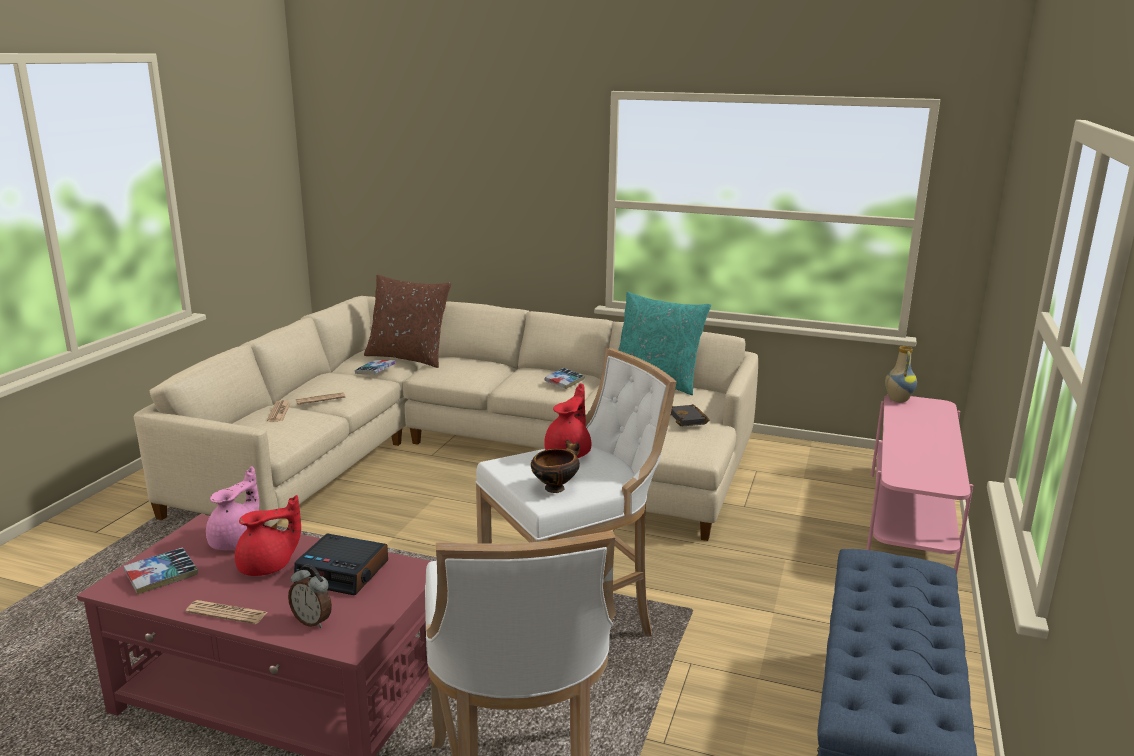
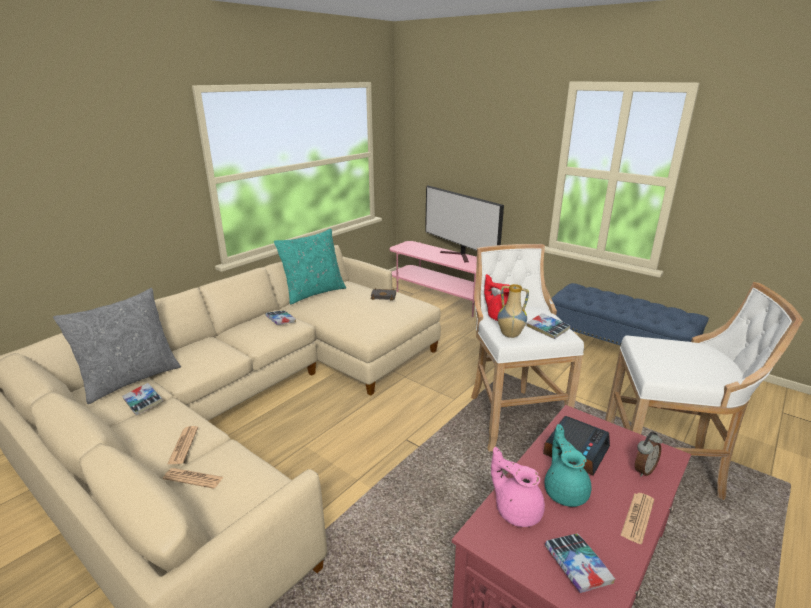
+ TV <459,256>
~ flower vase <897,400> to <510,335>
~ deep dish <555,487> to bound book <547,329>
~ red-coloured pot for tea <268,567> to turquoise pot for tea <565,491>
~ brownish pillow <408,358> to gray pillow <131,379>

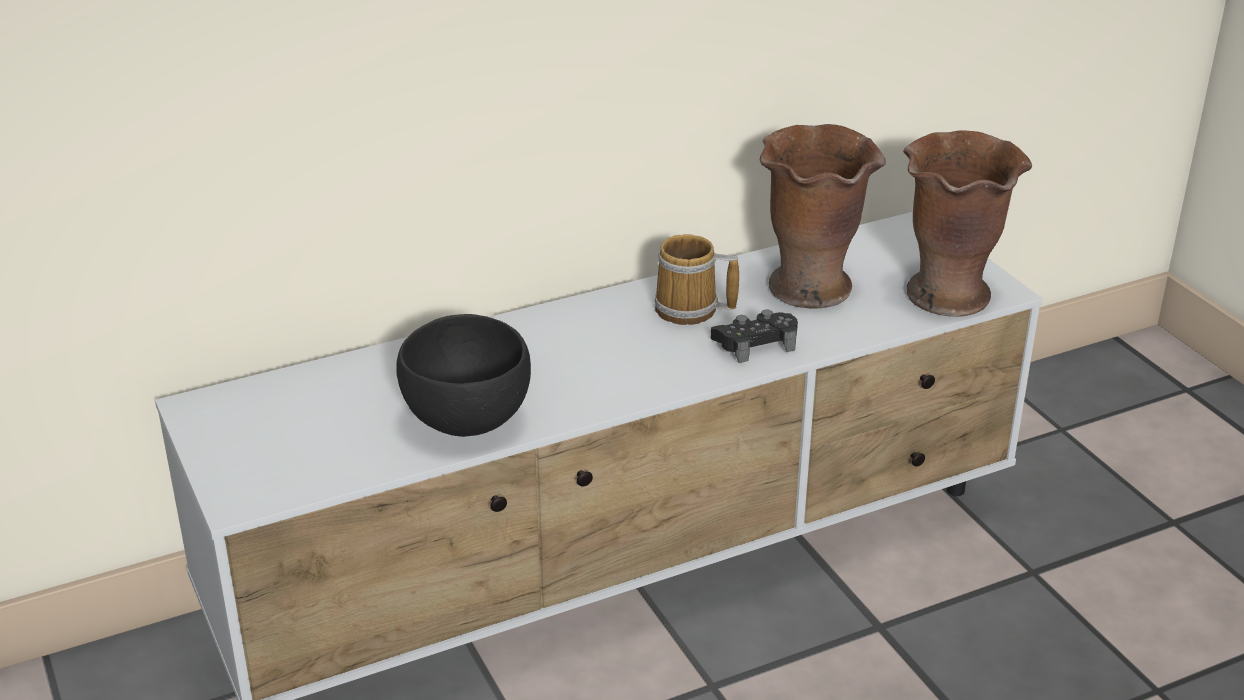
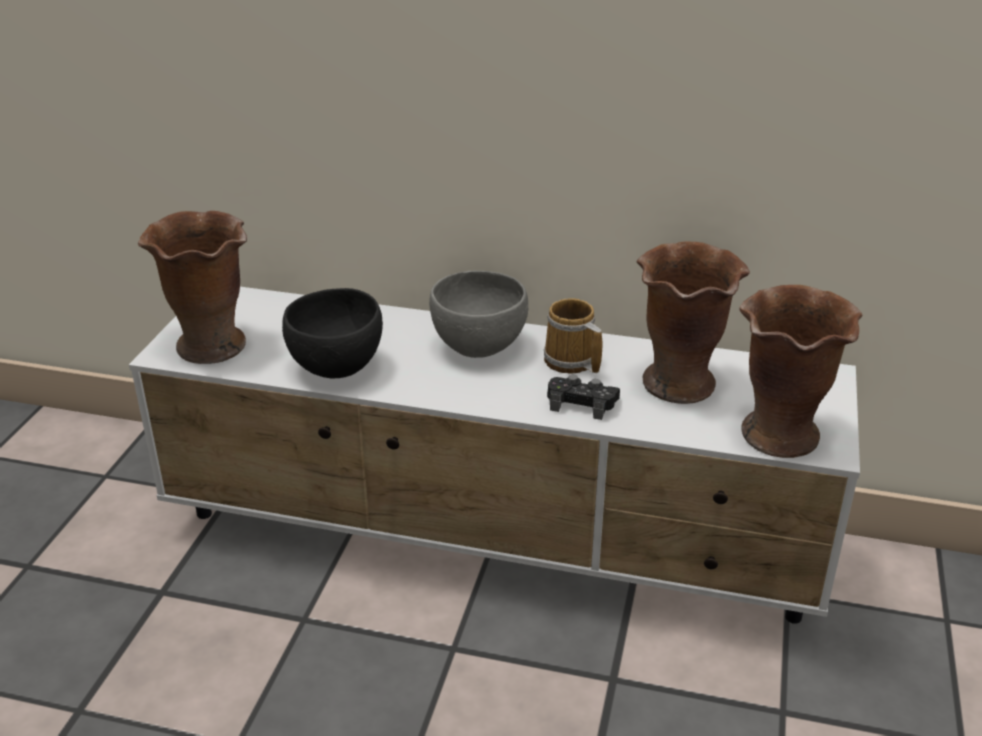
+ brownish flower vase <212,345>
+ gray deep dish <478,347>

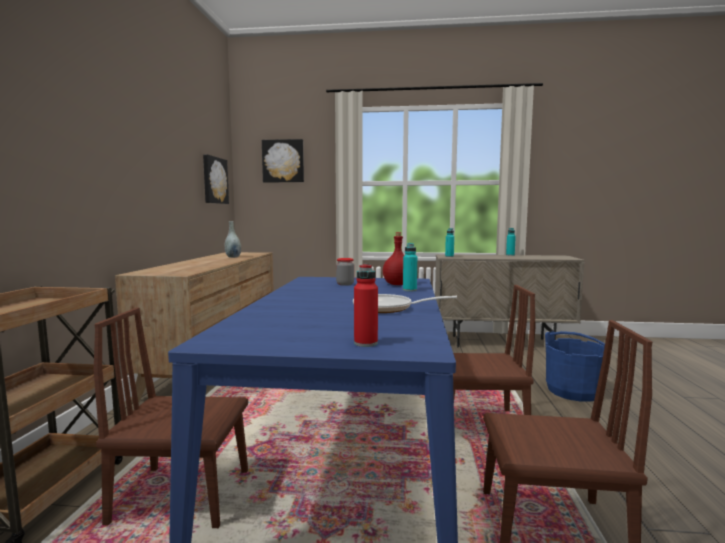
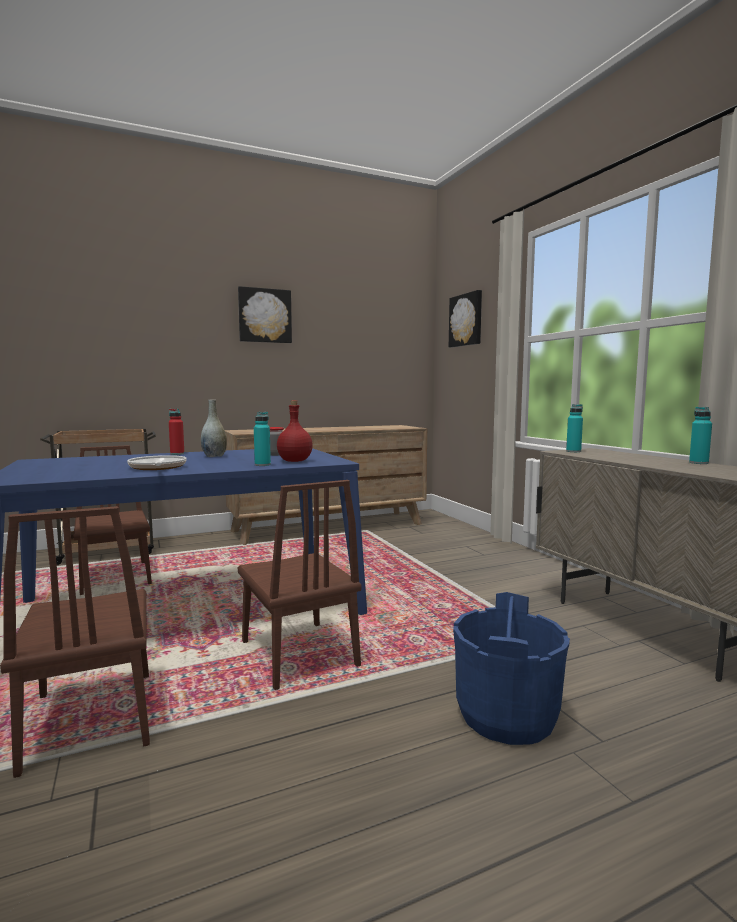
~ picture <214,180> to <264,316>
~ gray flower vase <233,257> to <214,456>
~ red-coloured beverage bottle <365,343> to <177,454>

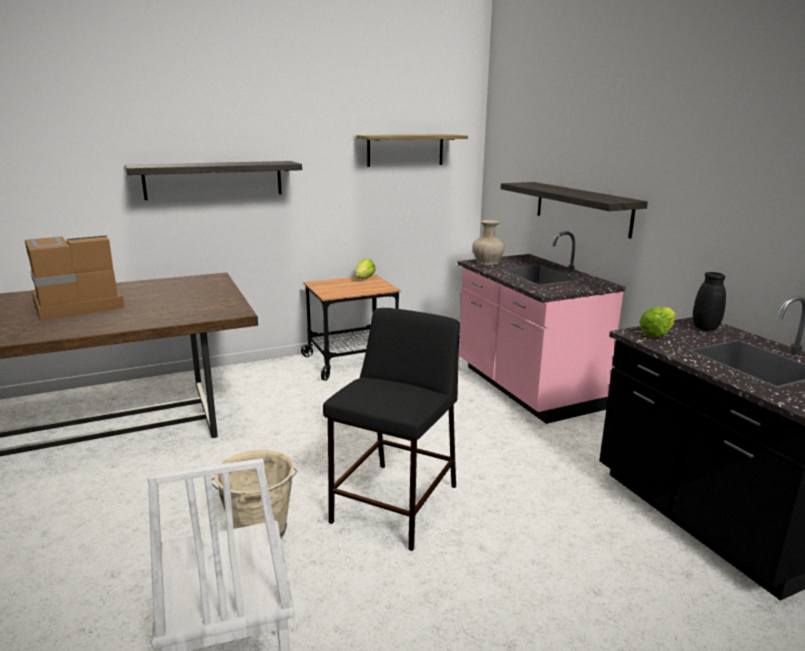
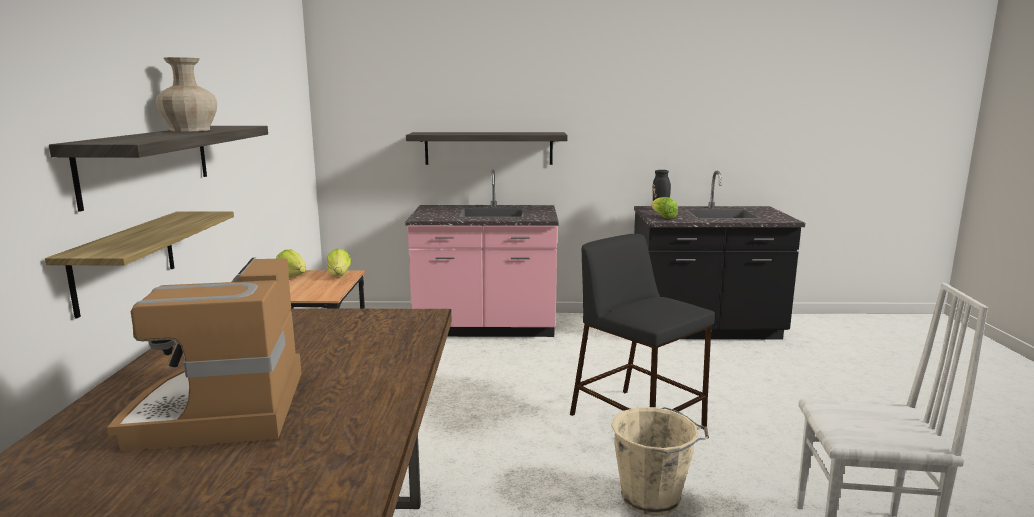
+ lettuce <339,275>
~ bracket shelf <405,150> to <125,260>
~ beige flower vase <487,262> to <189,130>

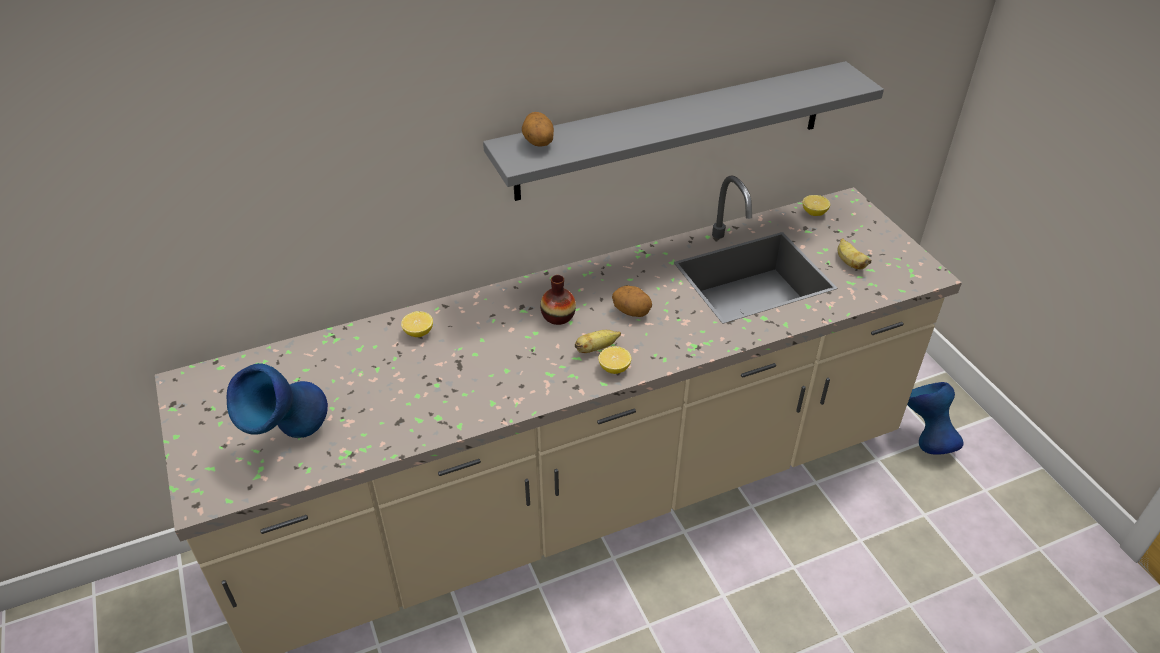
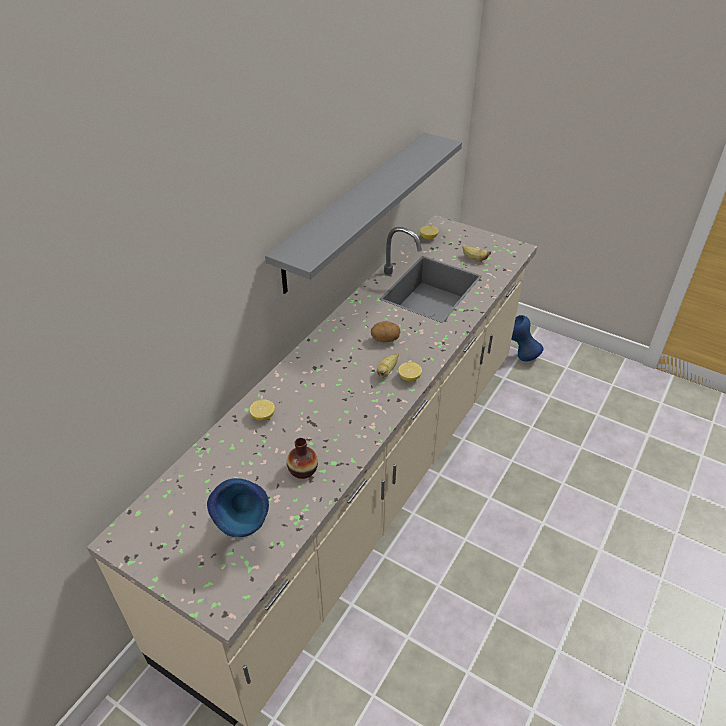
- whole potato <538,143>
~ flower vase <558,316> to <303,470>

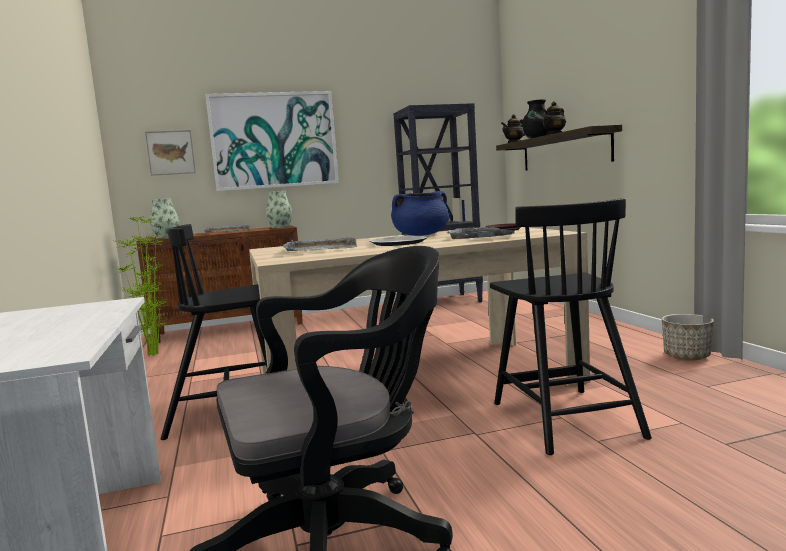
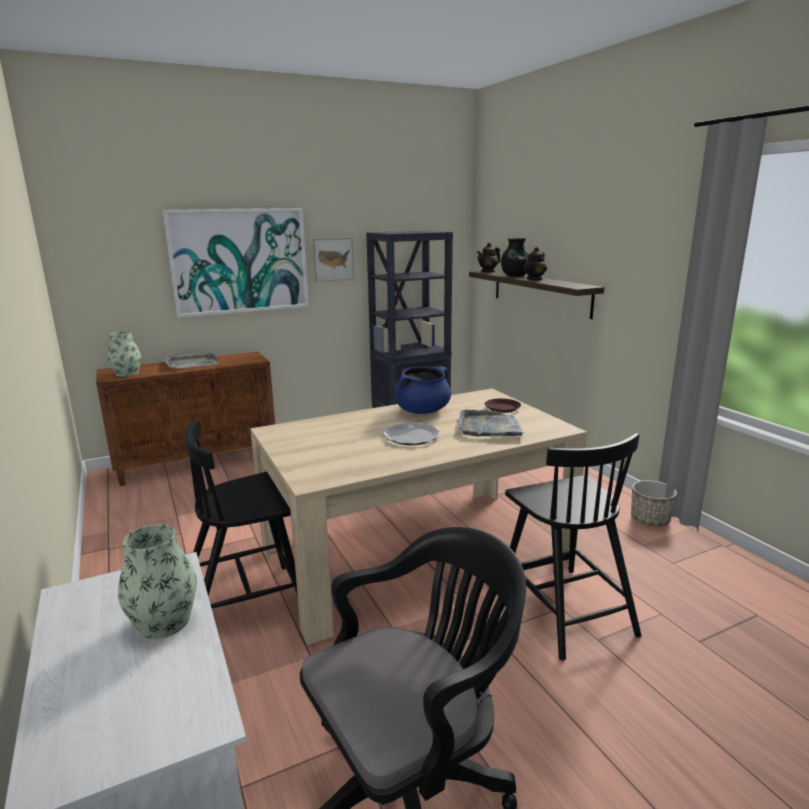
- plant in a pot <155,354>
- gray carrying tray <320,249>
~ picture <171,152> to <333,259>
~ flower vase <280,227> to <164,621>

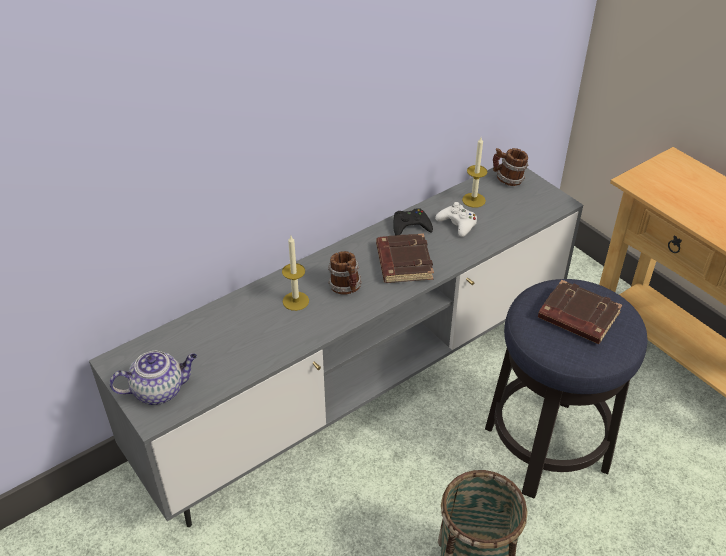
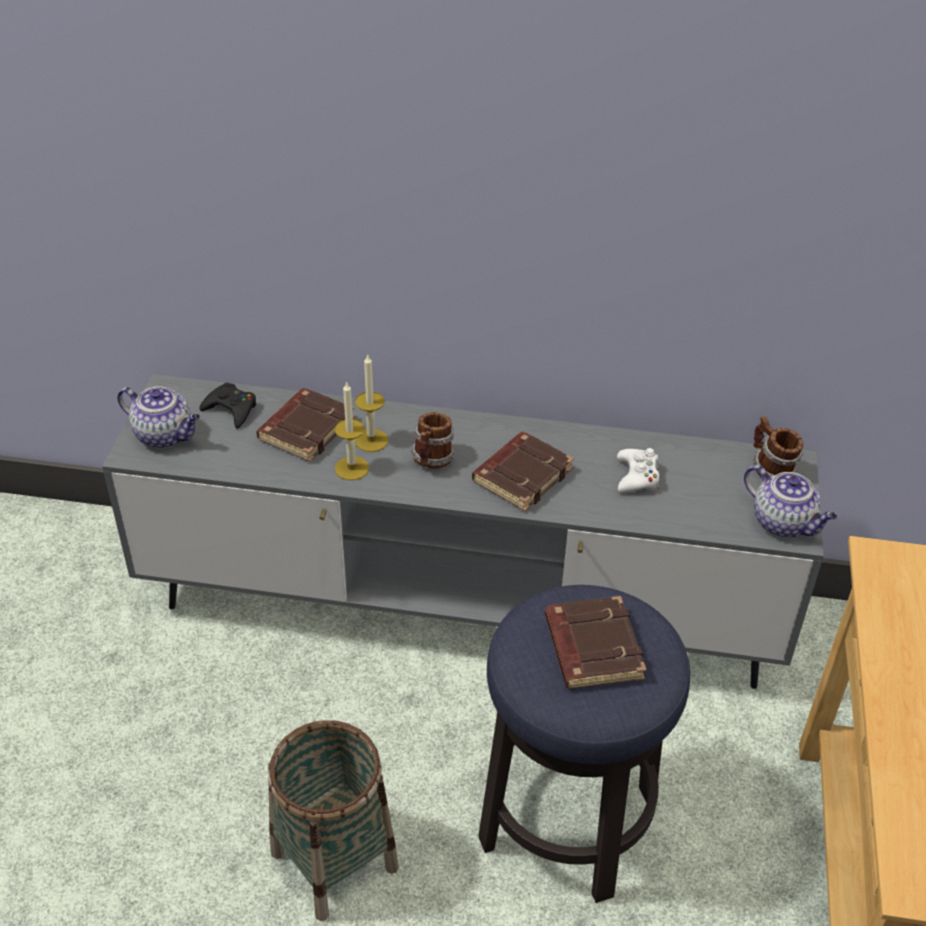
+ brownish bound book <306,429>
+ pot for tea <784,523>
~ black-coloured gamepad <410,226> to <231,409>
~ wax candle <473,200> to <352,468>

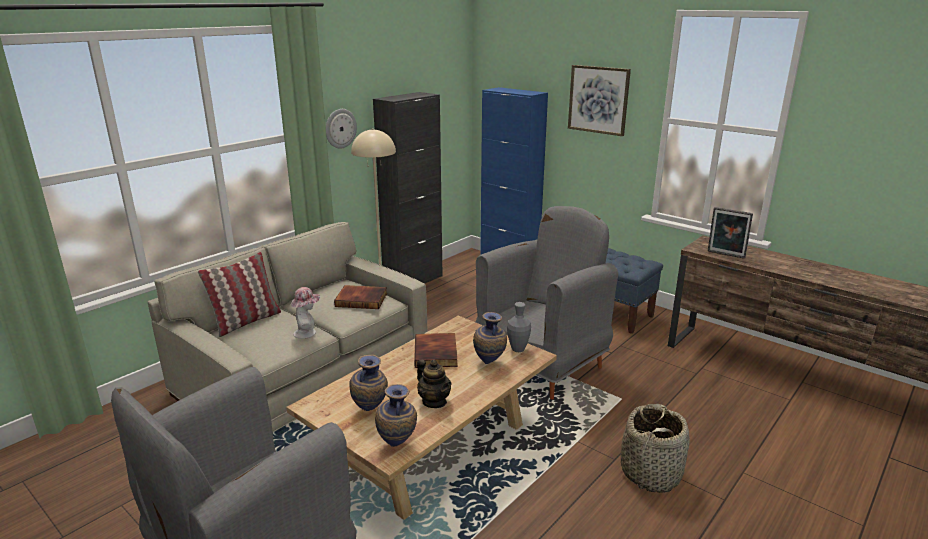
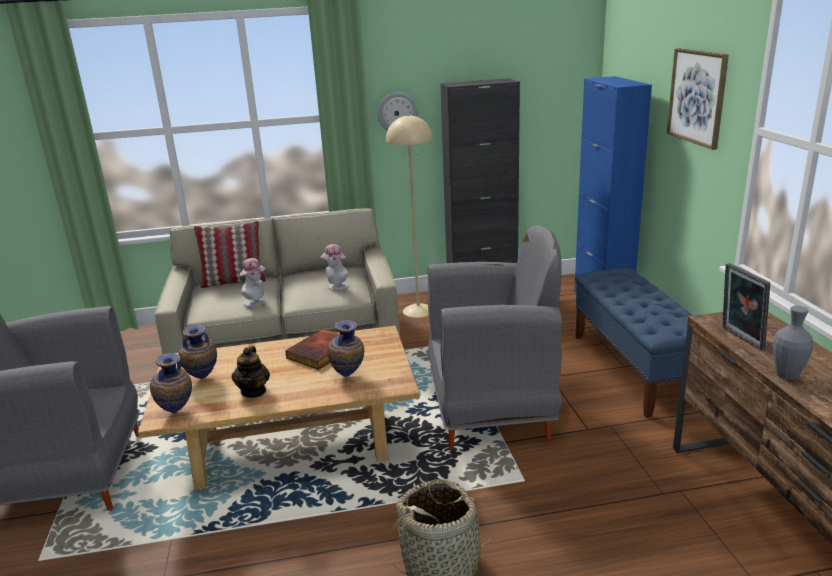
~ gray flower vase <518,349> to <786,376>
~ bound book <362,299> to hat <336,287>

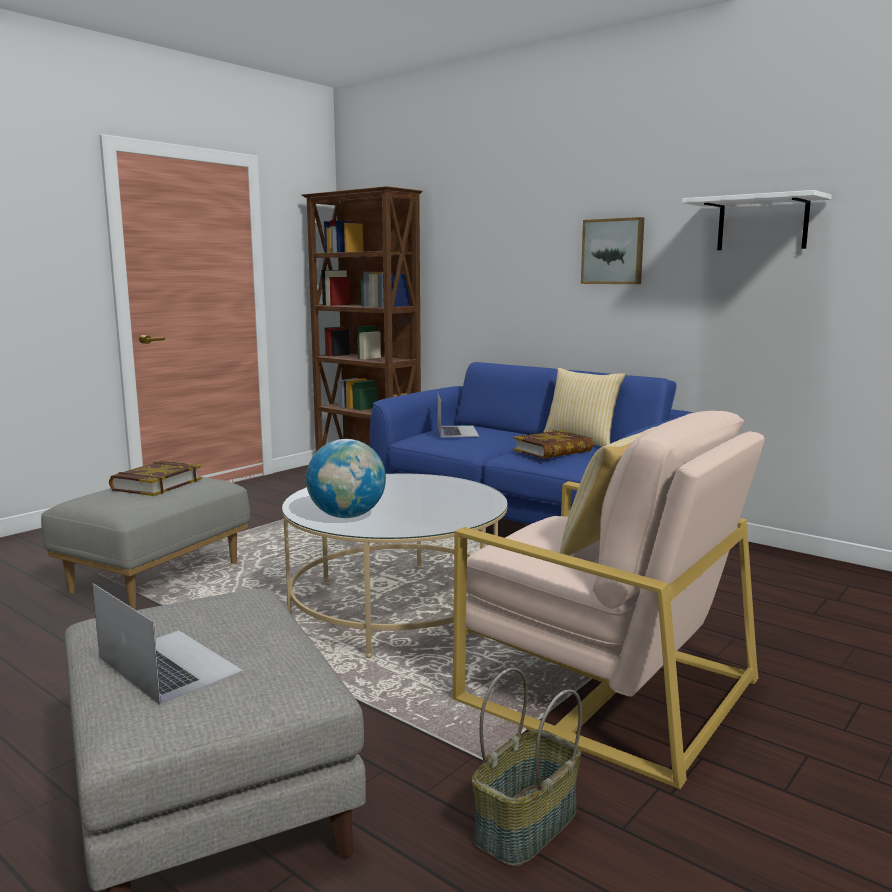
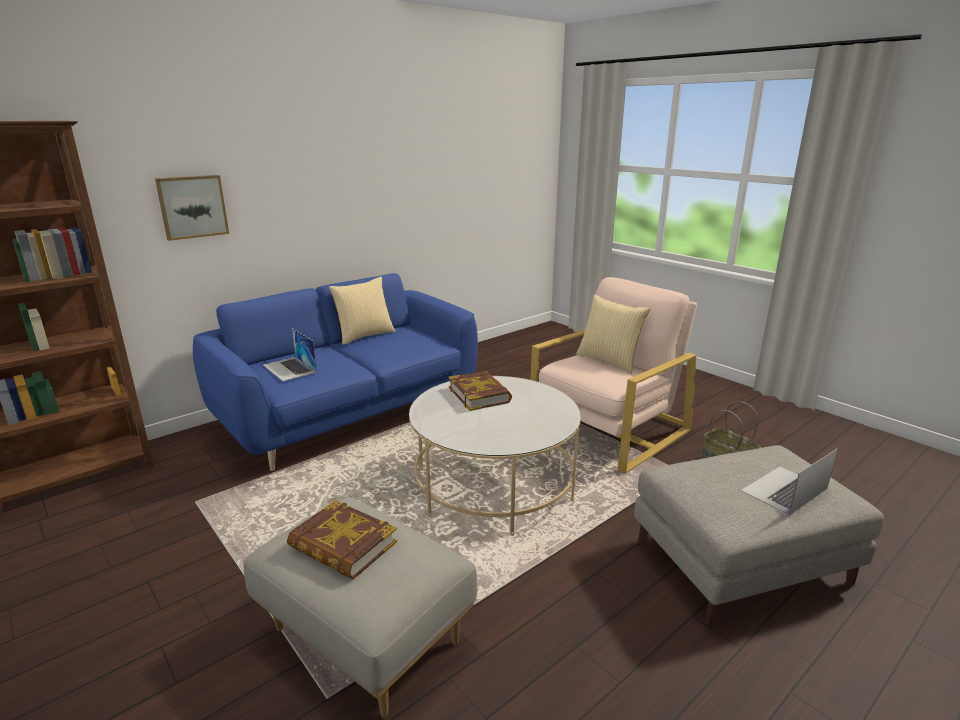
- desk globe <347,516>
- white bracket shelf <762,224>
~ bound book <553,451> to <479,395>
~ picture <613,251> to <192,207>
~ notebook computer <457,431> = <290,368> 135 degrees counterclockwise

